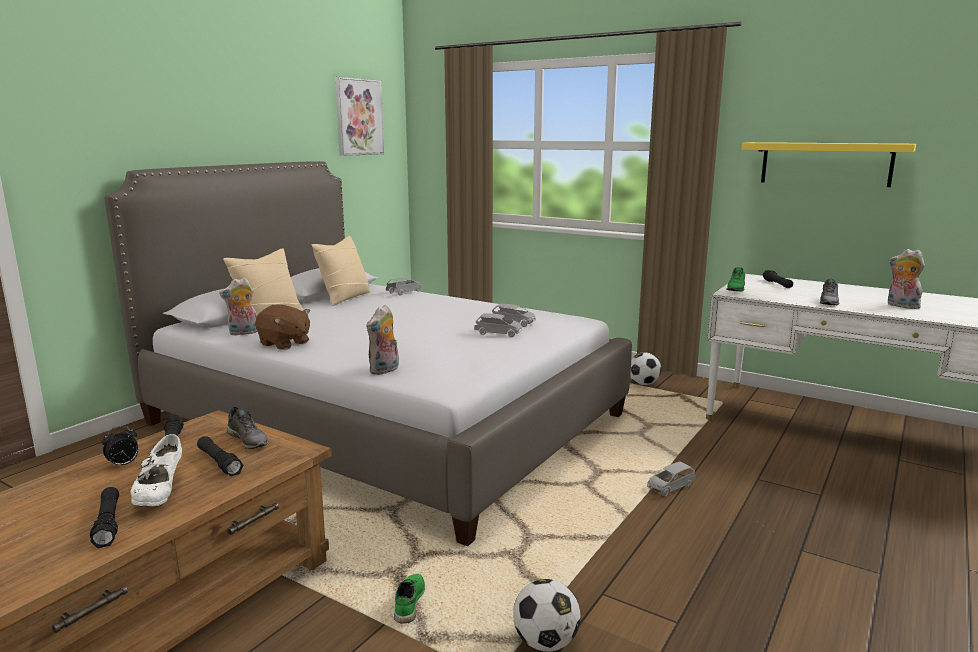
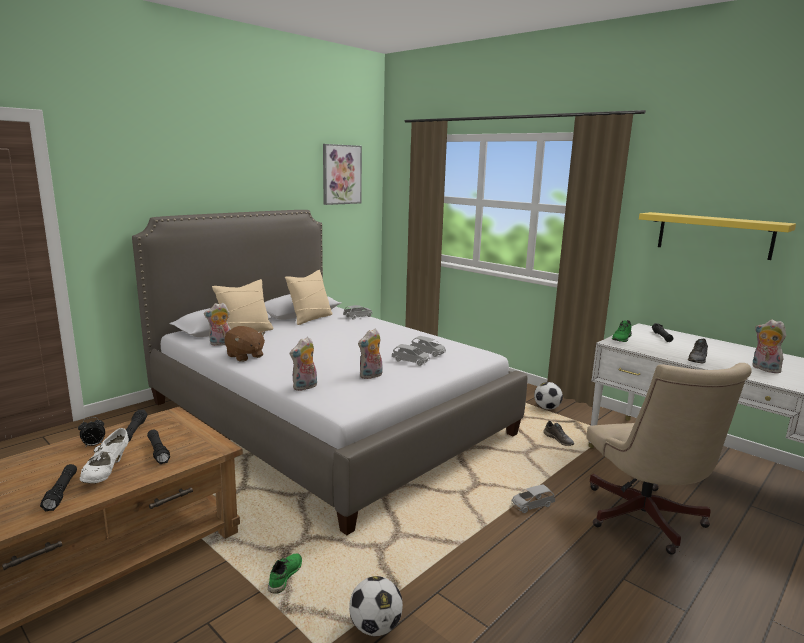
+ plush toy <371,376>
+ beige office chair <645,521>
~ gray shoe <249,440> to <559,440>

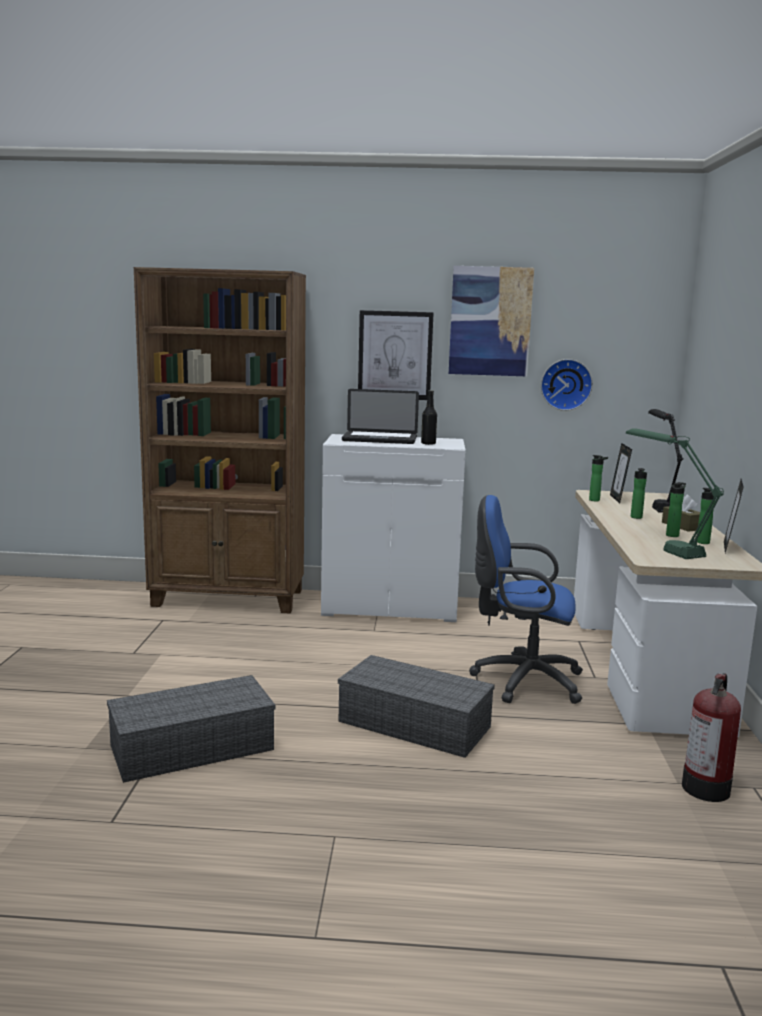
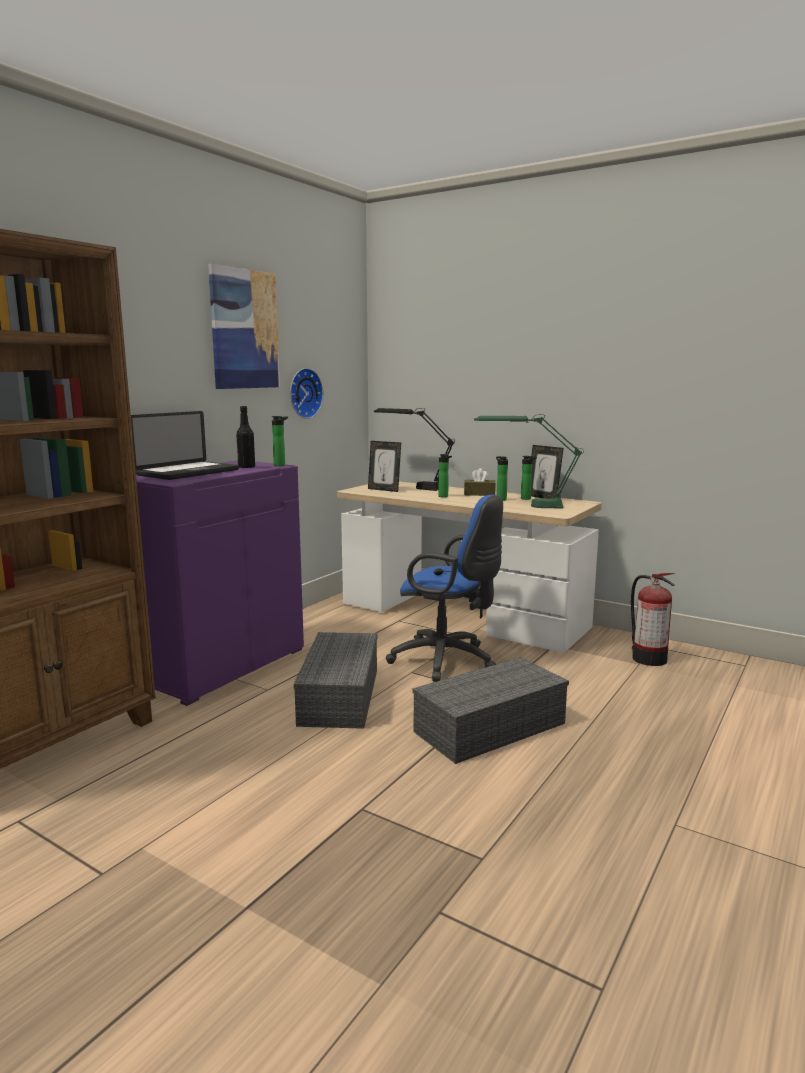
- picture <395,355>
~ gray storage bin <194,746> to <338,695>
~ beverage bottle <596,500> to <281,465>
~ white cabinet <391,606> to purplish cabinet <221,665>
~ blue-coloured office chair <522,680> = <448,661> 105 degrees counterclockwise

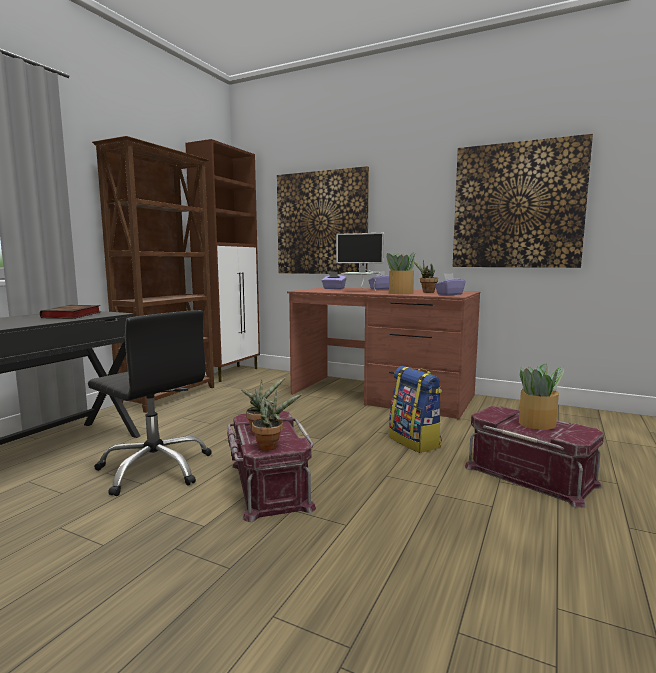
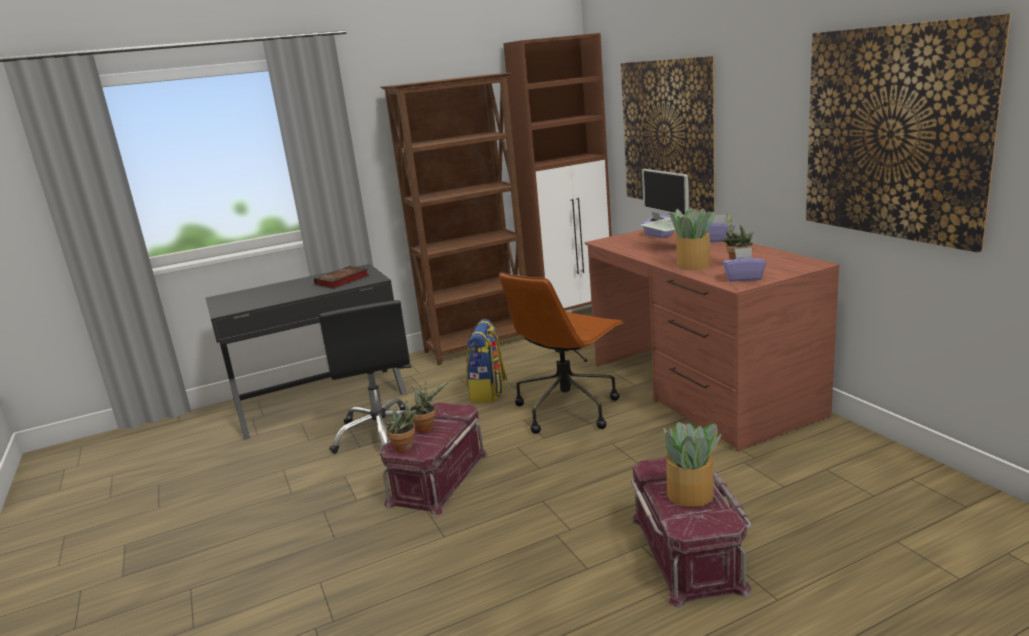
+ brownish office chair <567,409>
~ rucksack <415,442> to <488,392>

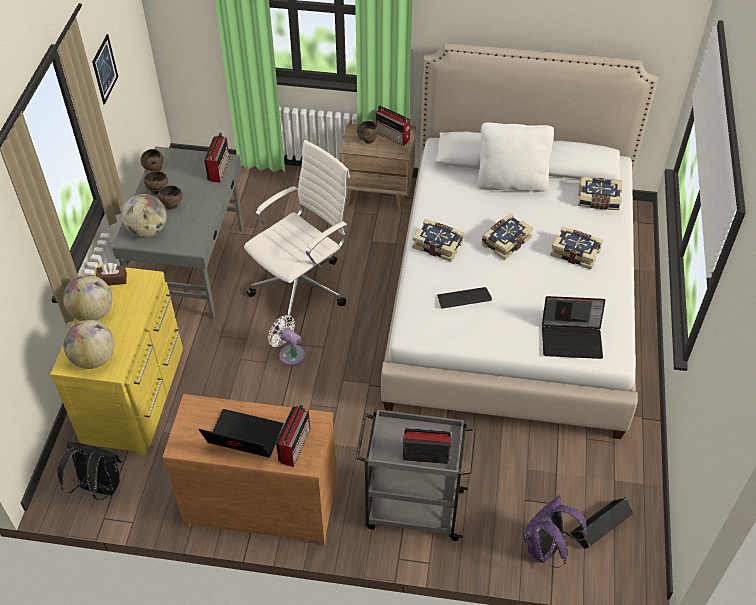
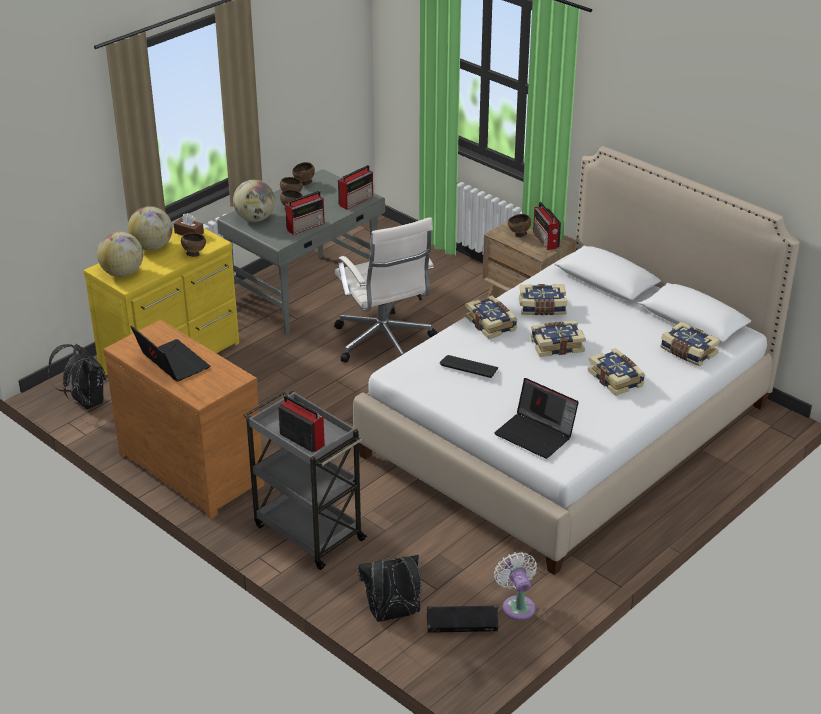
- picture <105,69>
- white pillow <511,182>
+ brownish deep dish <194,254>
+ bound book <542,308>
~ white electric fan <289,353> to <517,605>
~ radio receiver <295,445> to <306,226>
~ purplish rucksack <546,549> to black-coloured rucksack <392,615>
~ white office chair <302,286> = <384,343> 75 degrees clockwise

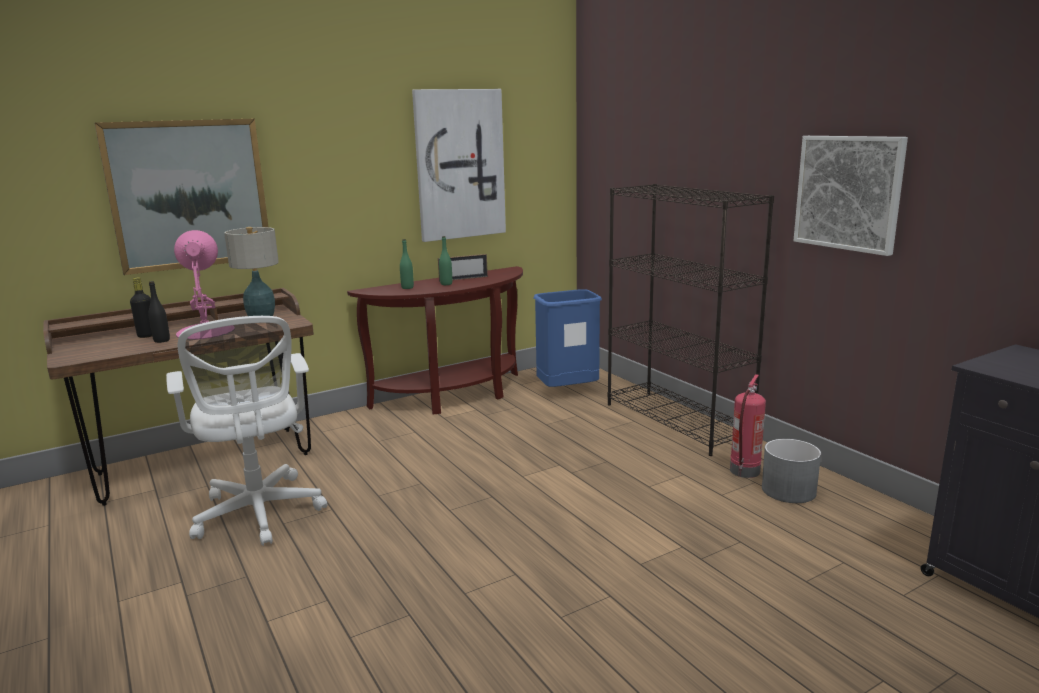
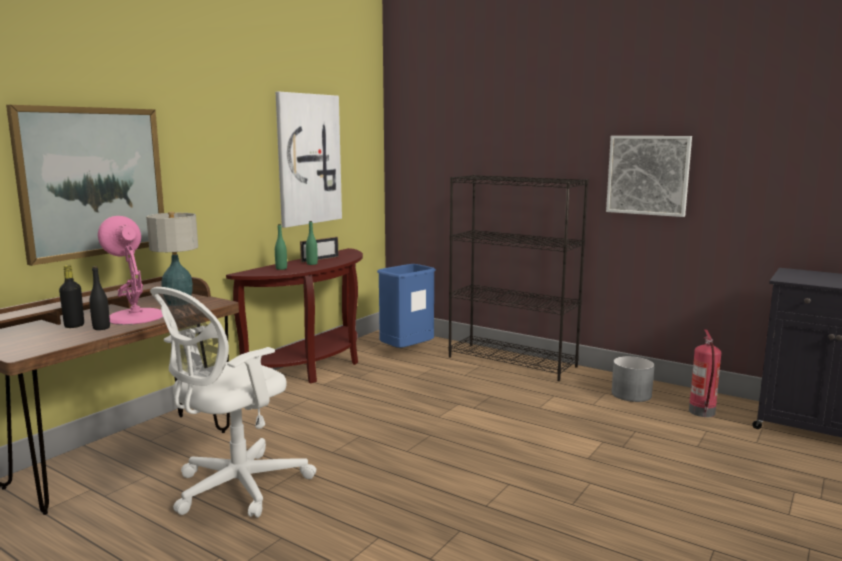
~ fire-fighting cylinder <745,471> to <702,412>
~ white office chair <259,515> = <235,488> 90 degrees clockwise

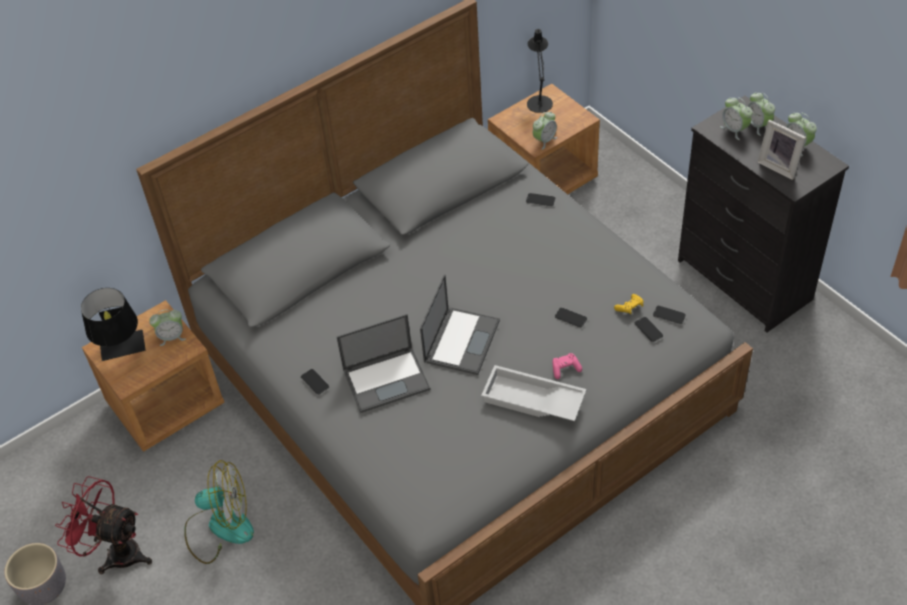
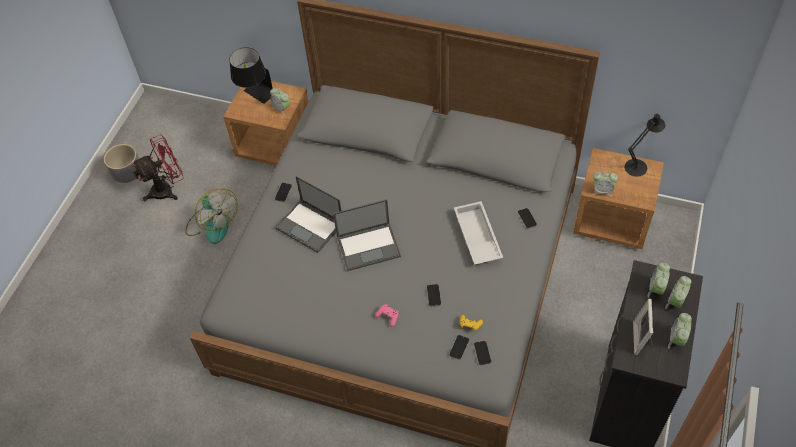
~ white carrying tray <532,401> to <476,237>
~ red-coloured electric fan <116,552> = <167,189> 75 degrees clockwise

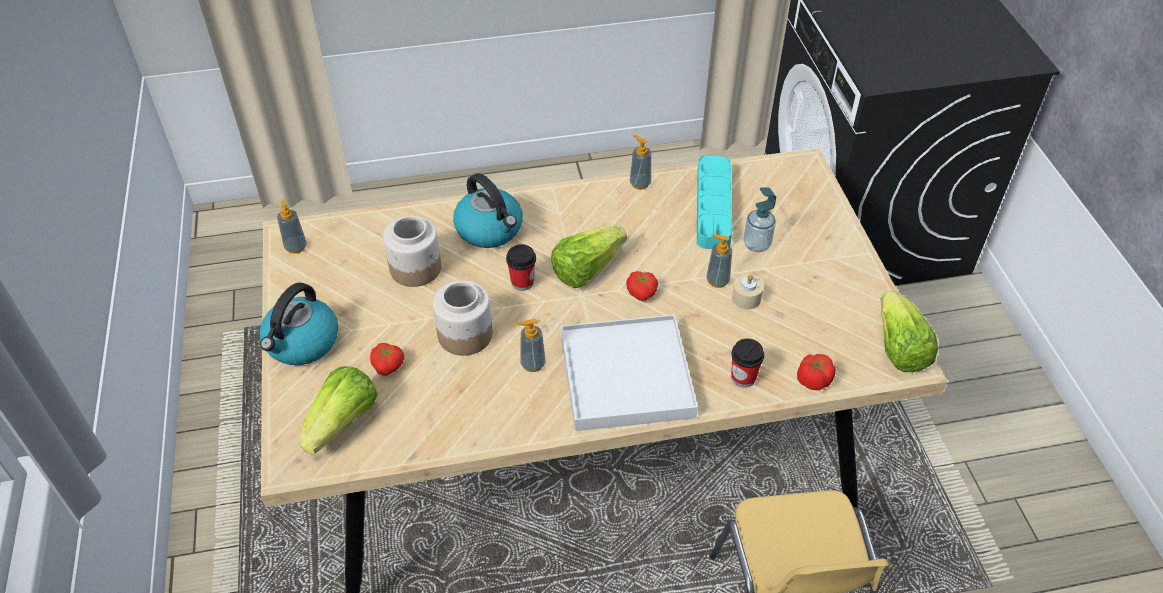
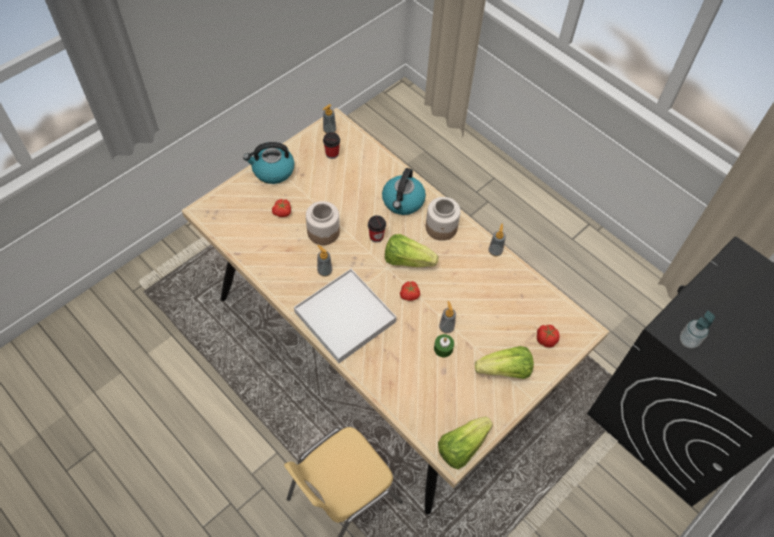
- turquoise carrying tray <713,206>
~ lettuce <343,423> to <505,370>
~ storage jar <416,268> to <441,228>
~ cup <743,377> to <332,153>
~ soap bottle <756,244> to <688,340>
~ whole tomato <813,380> to <545,339>
~ beige wax candle <746,298> to green-coloured wax candle <443,348>

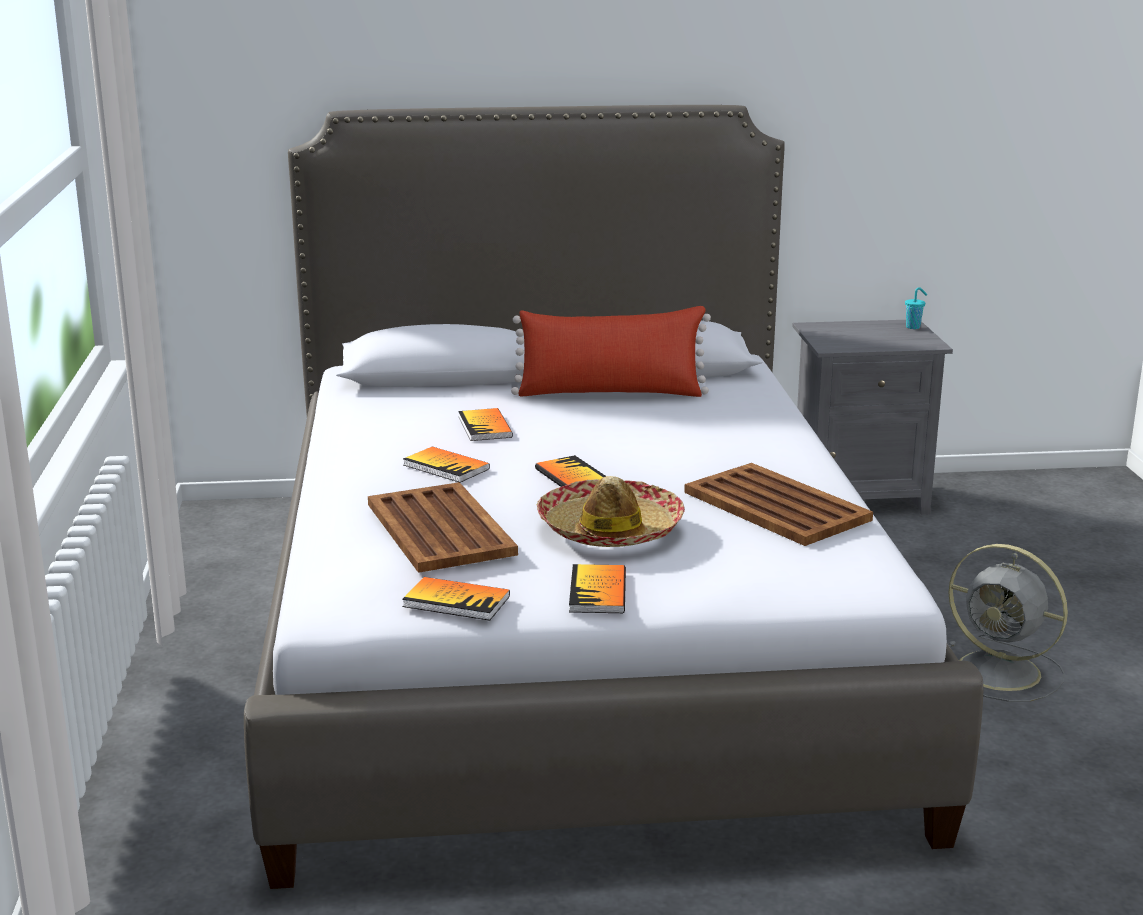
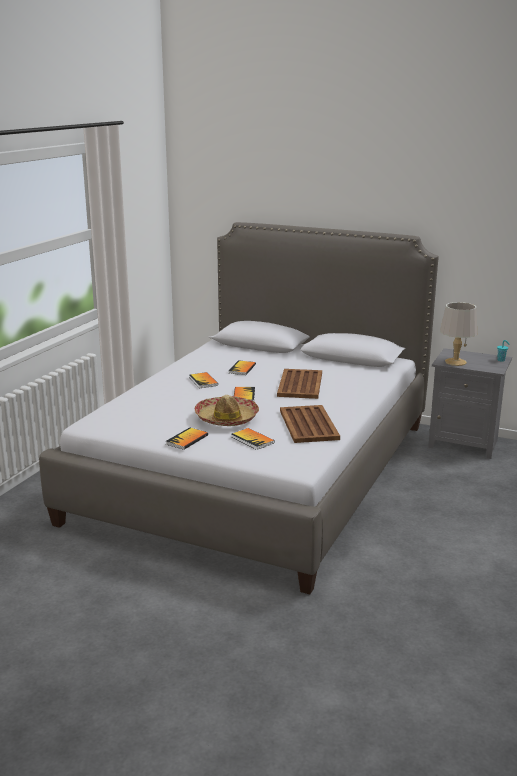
- red-coloured pillow <610,393>
- gray electric fan <1002,672>
+ gray table lamp <455,362>
~ brownish carrying tray <440,528> to <300,384>
~ bound book <456,601> to <252,440>

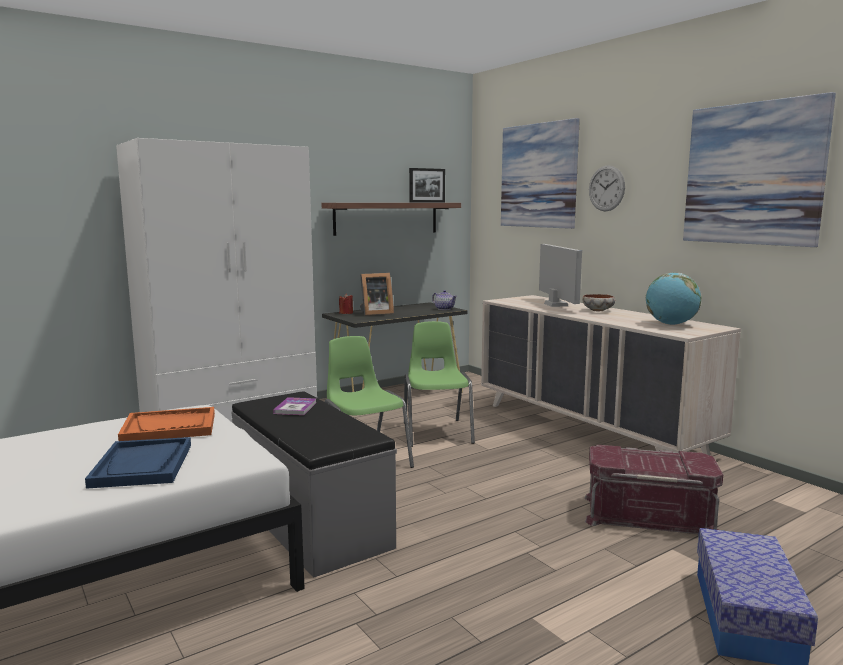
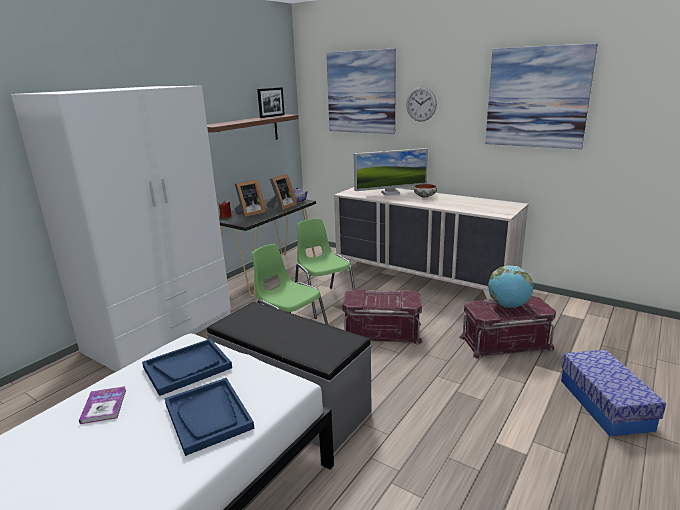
+ photo frame <281,207>
+ red-coloured storage bin <382,331>
~ bound book <295,408> to <104,406>
~ desk globe <671,324> to <508,306>
~ orangey carrying tray <170,427> to blue-coloured carrying tray <187,367>
~ computer screen <556,305> = <390,193> 105 degrees clockwise

